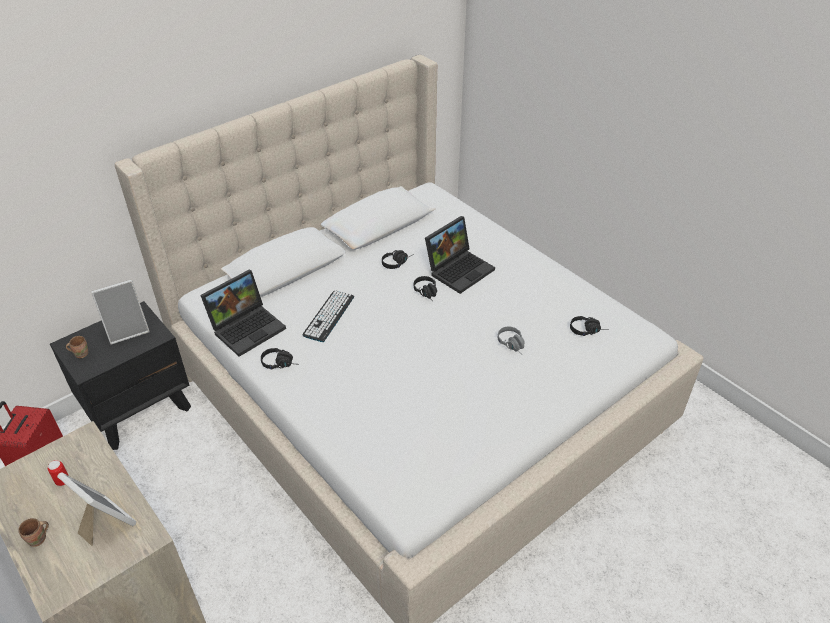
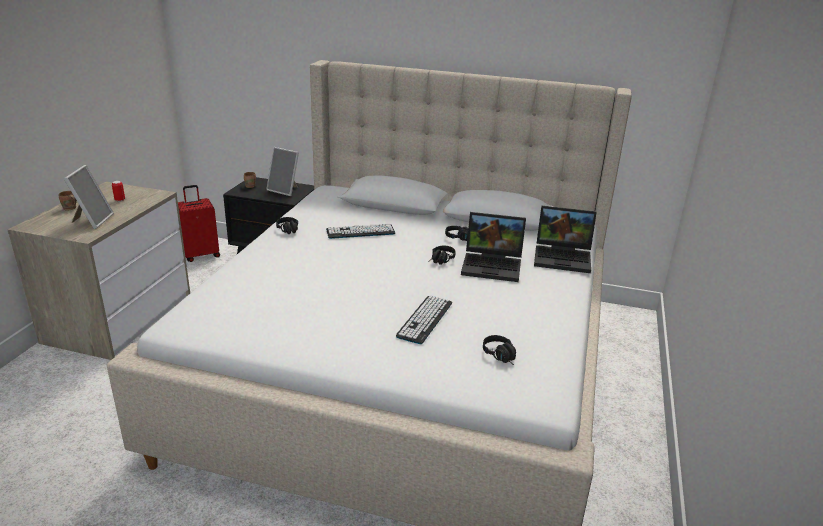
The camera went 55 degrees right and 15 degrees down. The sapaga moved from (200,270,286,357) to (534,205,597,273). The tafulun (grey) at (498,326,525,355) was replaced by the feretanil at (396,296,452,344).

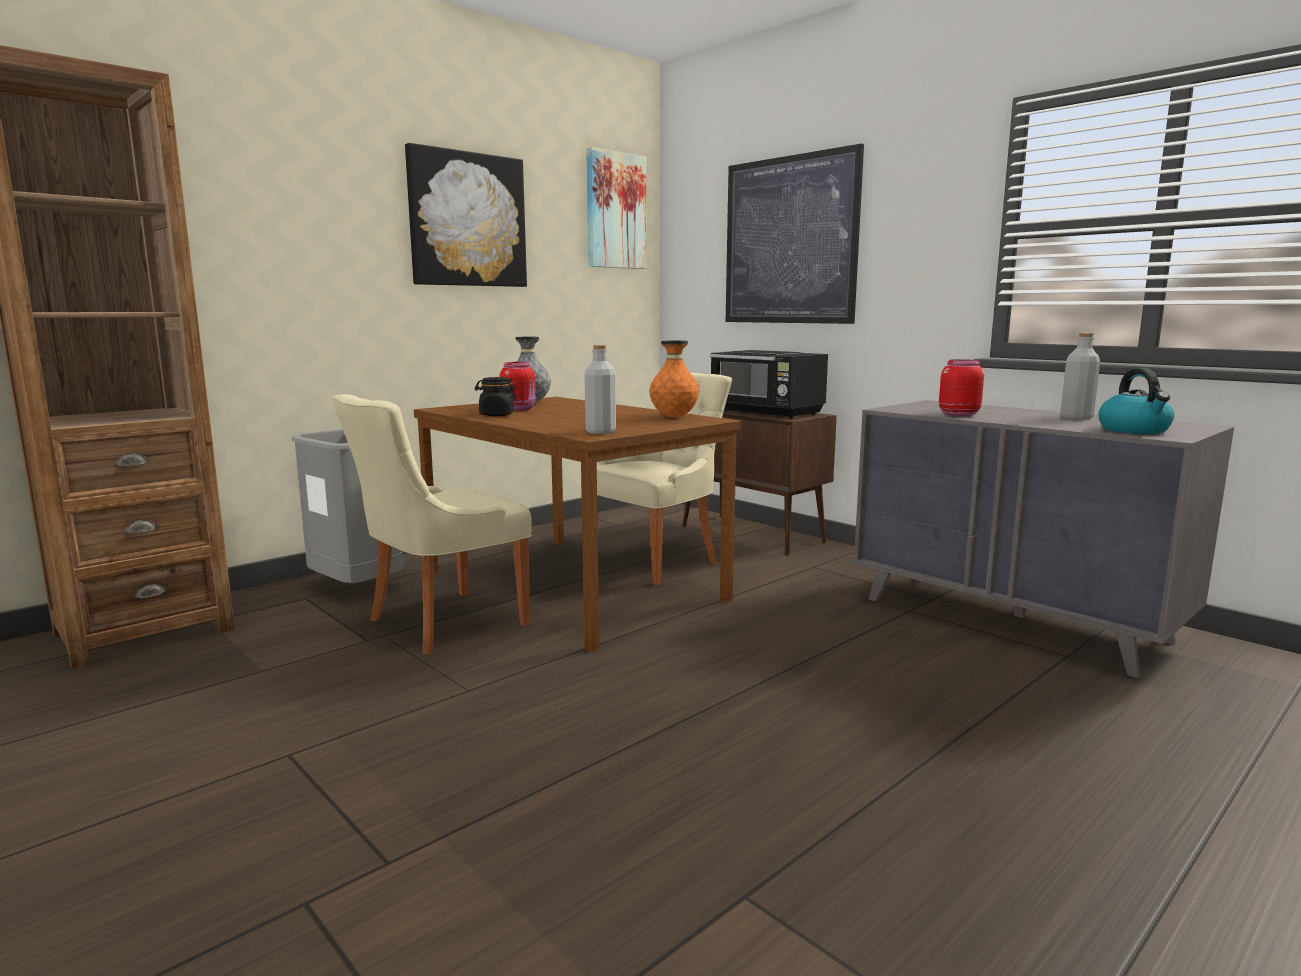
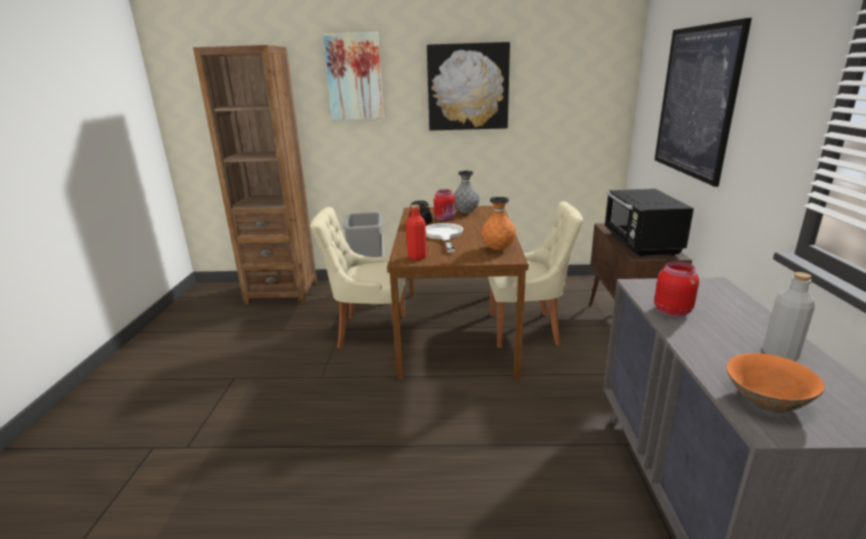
The camera went 45 degrees right and 10 degrees up. The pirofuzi moved from (586,147,646,269) to (323,32,384,120). The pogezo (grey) at (584,345,616,434) became the pogezo (red) at (406,205,427,260). The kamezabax at (1098,368,1174,434) was replaced by the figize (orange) at (726,353,825,413). The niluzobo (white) at (426,223,463,252) appeared.

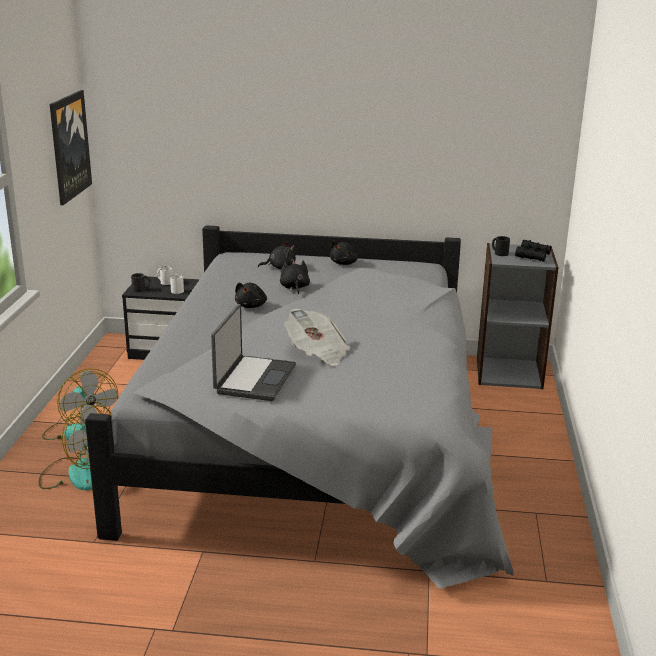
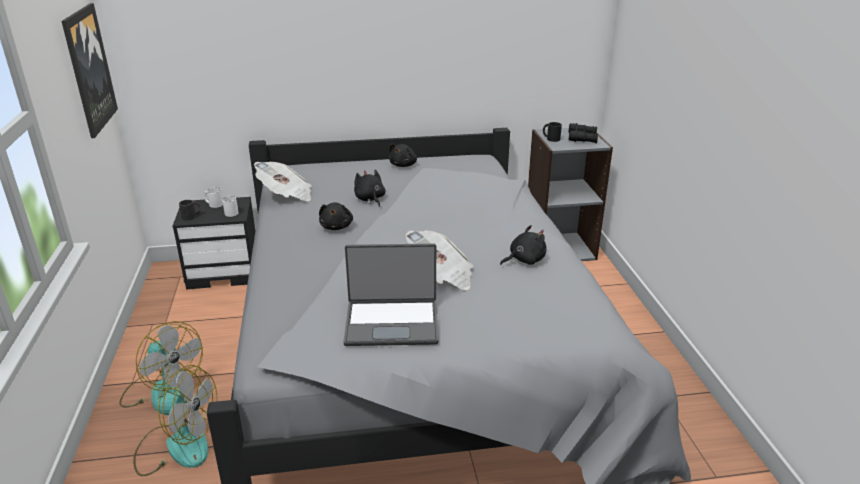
The camera went 15 degrees left and 5 degrees up. The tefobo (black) moved from (258,242,296,269) to (500,225,547,265). The sapaga at (211,304,296,401) turned 90 degrees clockwise. The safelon at (254,162,312,201) appeared.

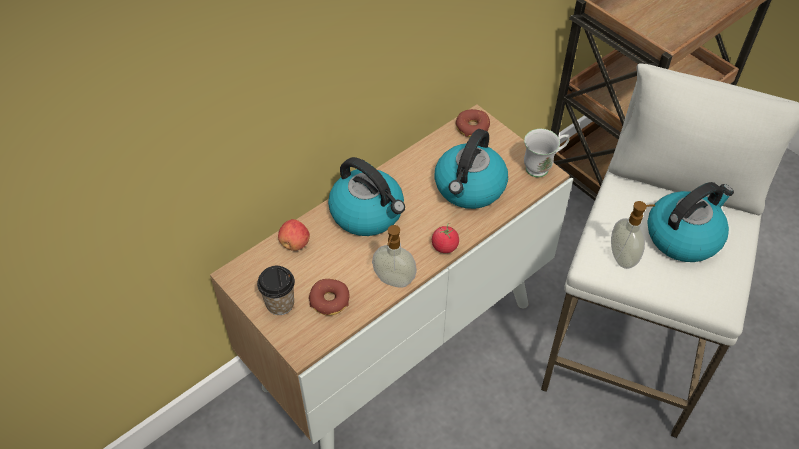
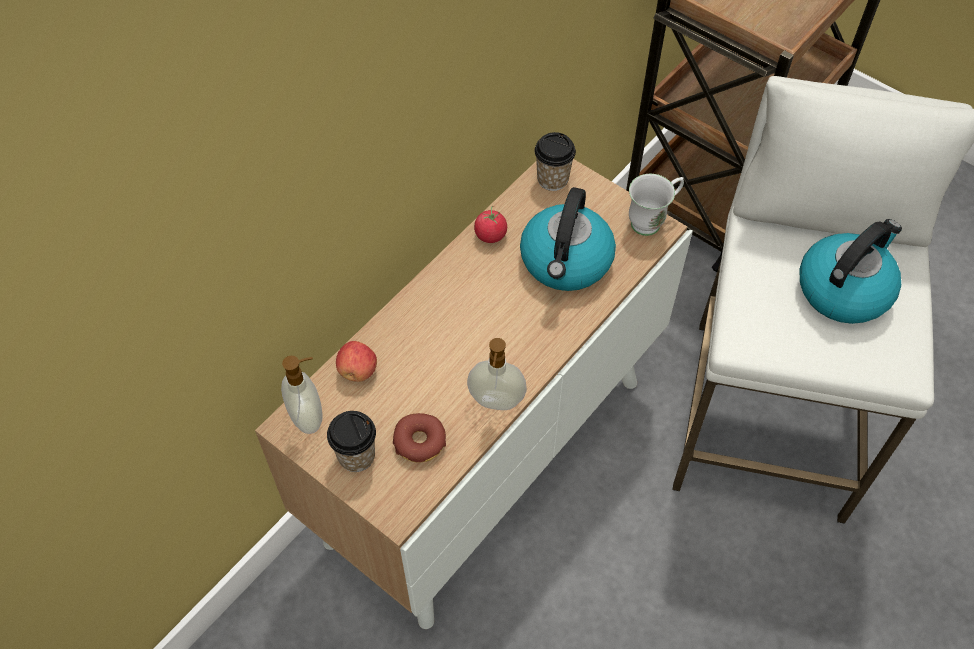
The camera went 10 degrees left and 5 degrees up. The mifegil at (455,109,490,137) was replaced by the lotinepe at (534,132,576,191). The kamezabax at (328,157,405,236) disappeared. The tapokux moved from (611,201,655,269) to (281,356,323,434). The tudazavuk moved from (432,223,459,253) to (474,206,507,243).

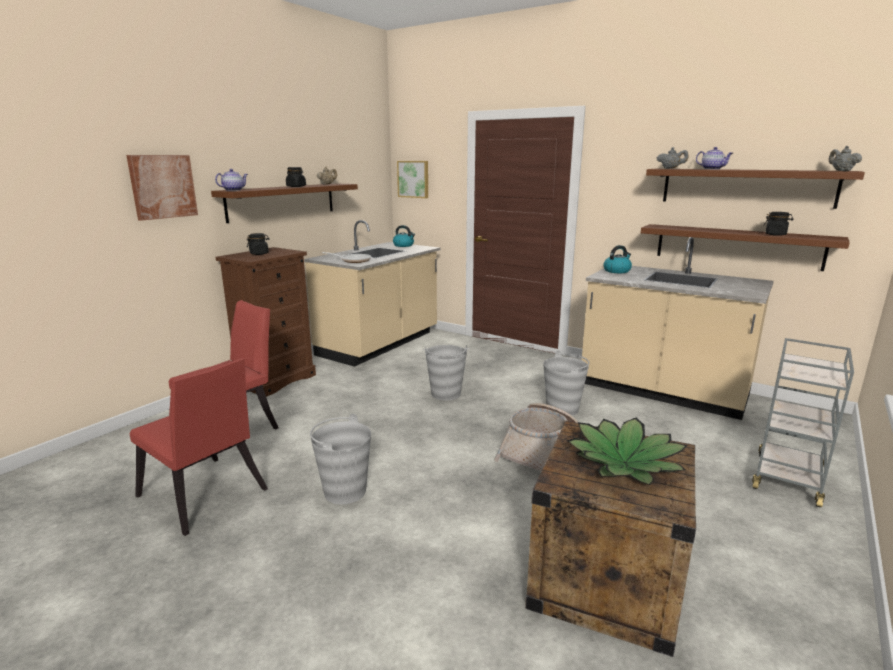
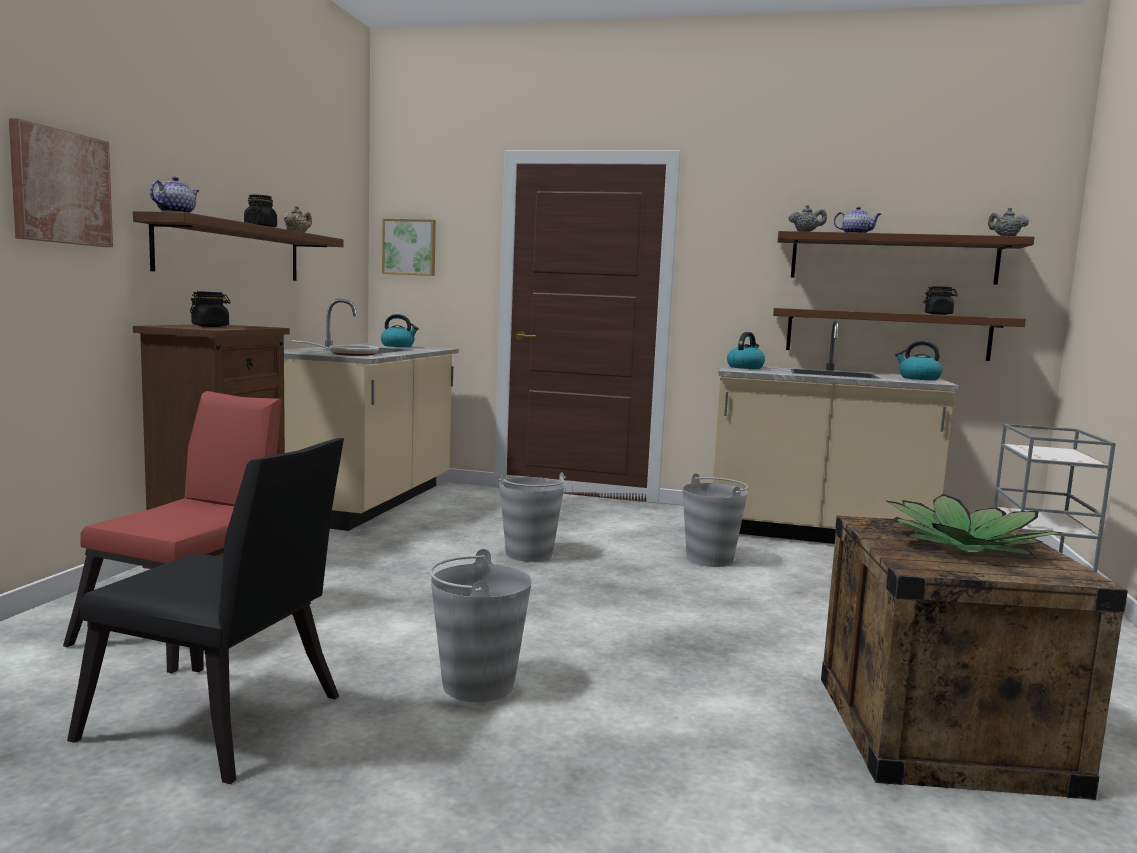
The camera went 20 degrees left and 10 degrees down. The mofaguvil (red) at (130,358,268,536) became the mofaguvil (black) at (67,438,344,784). The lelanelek at (494,403,578,471) disappeared. The kamezabax at (895,341,943,380) appeared.

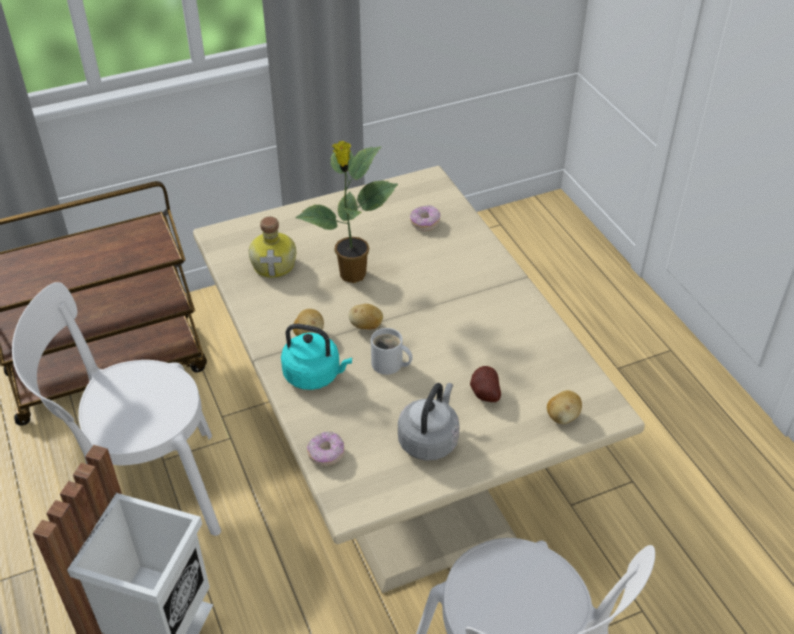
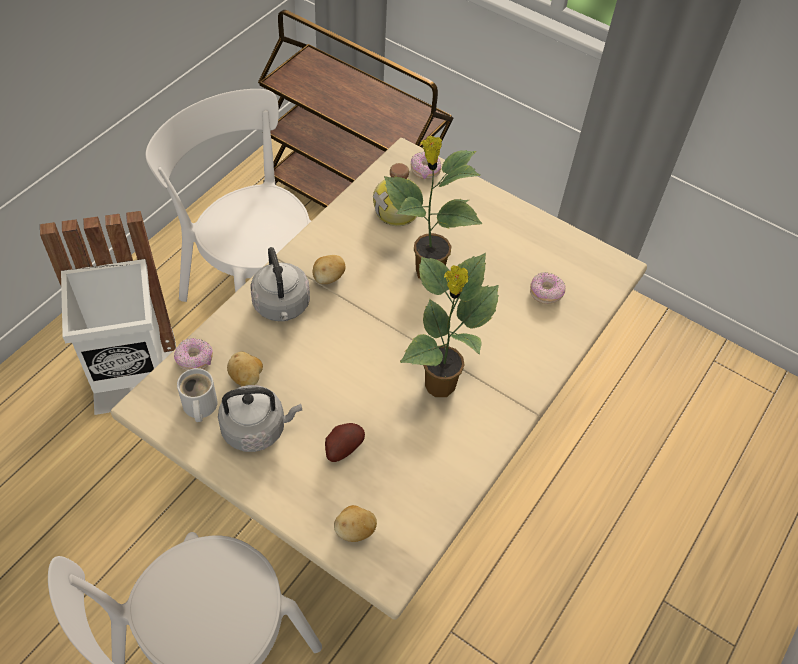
The camera went 55 degrees right and 10 degrees up. The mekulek moved from (349,304,383,330) to (227,351,263,386). The kamezabax (turquoise) at (281,324,352,390) became the kamezabax (grey) at (250,247,310,321). The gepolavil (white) moved from (371,328,413,375) to (177,368,218,422). The mifegil at (411,152,441,179) appeared. The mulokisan at (400,253,499,397) appeared.

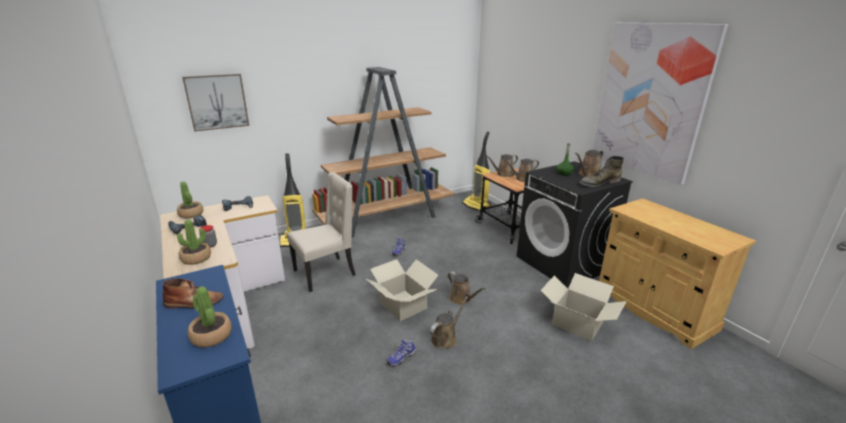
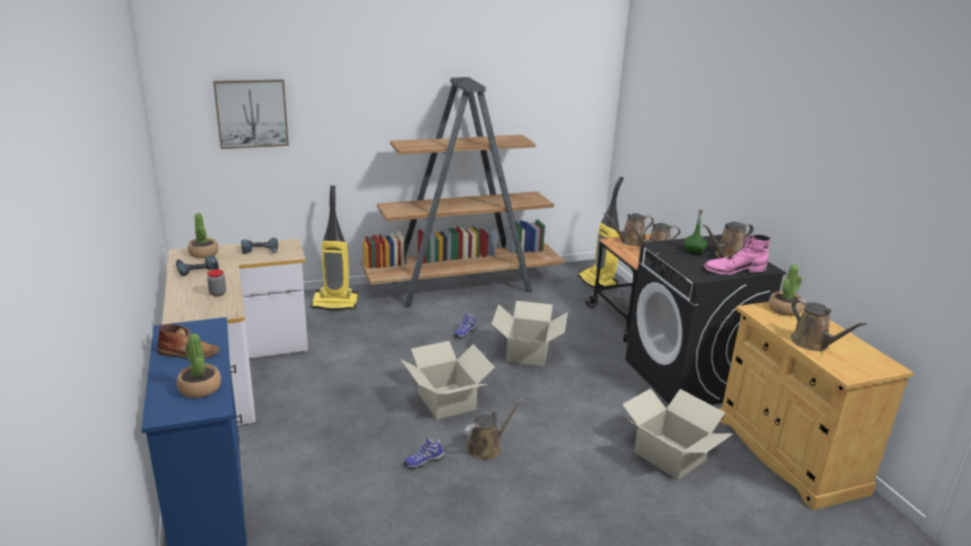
The camera went 10 degrees right and 0 degrees up. The pirofuzi at (593,23,728,185) disappeared. The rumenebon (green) at (580,156,624,187) became the rumenebon (pink) at (704,234,770,275). The mofaguvil (beige) at (288,172,355,292) disappeared. The mulokisan moved from (177,219,211,265) to (769,264,804,316). The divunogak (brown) moved from (448,271,486,305) to (790,299,867,351). The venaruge at (492,301,568,366) appeared.

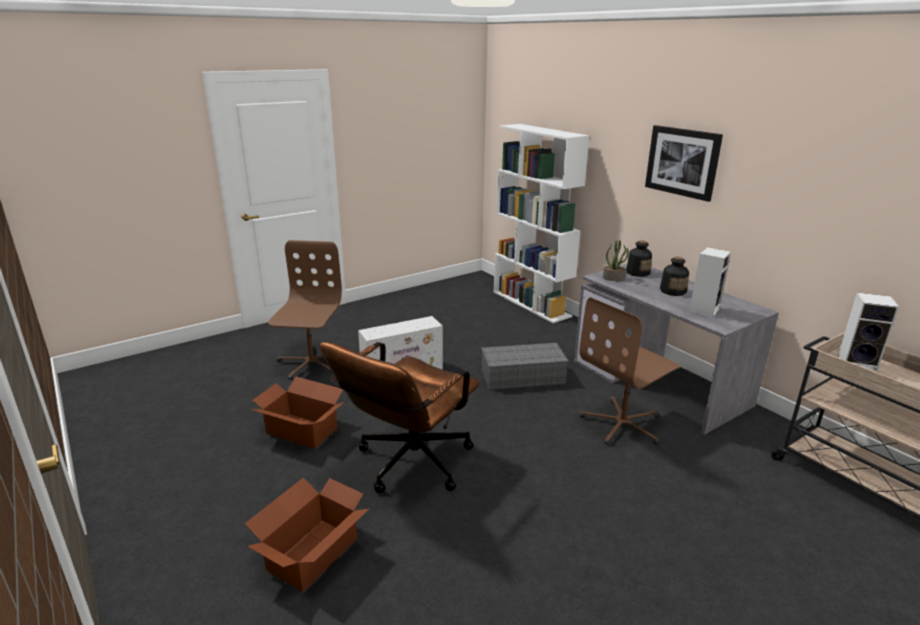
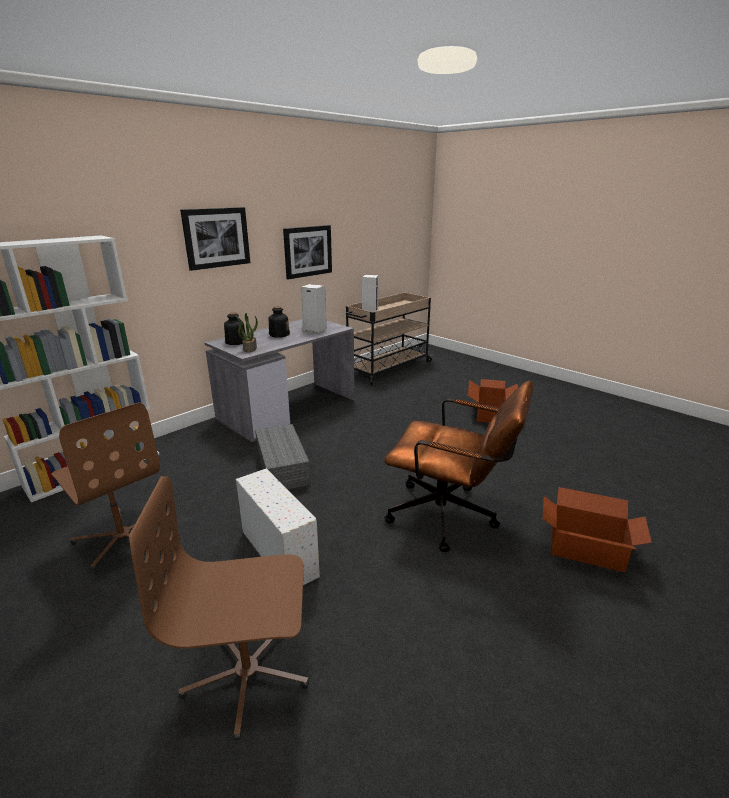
The camera went 100 degrees left and 0 degrees up. The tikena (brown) moved from (579,297,681,445) to (51,402,160,571). The venaruge moved from (250,377,344,449) to (468,379,518,423). The pirofuzi at (283,225,332,279) appeared.

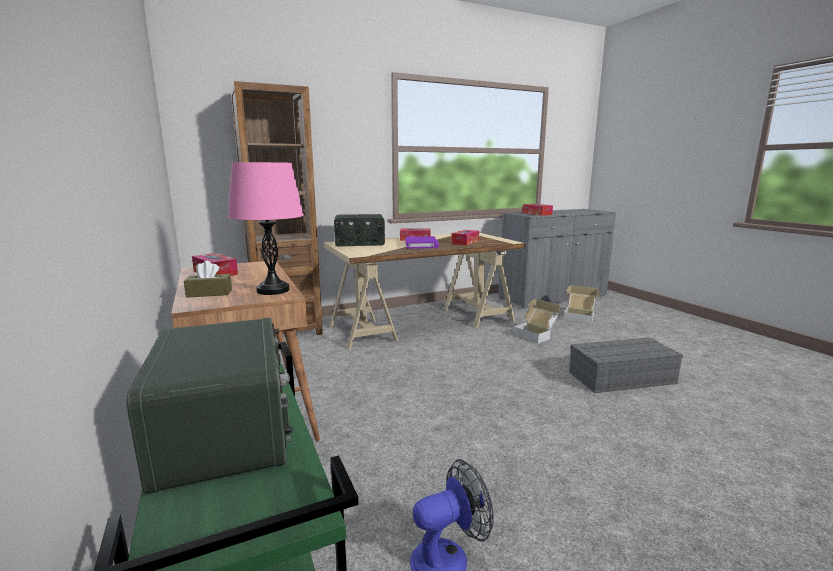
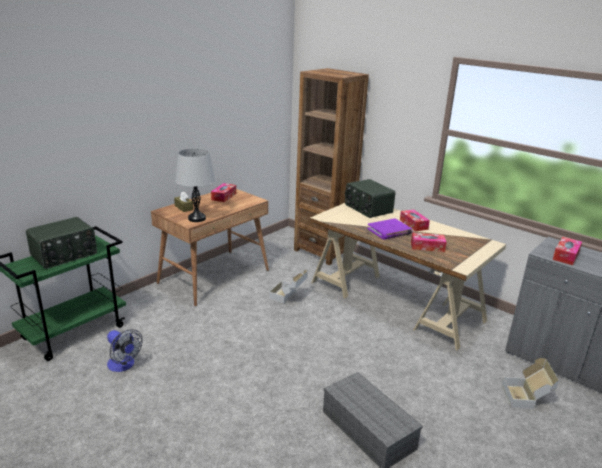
The camera went 65 degrees right and 10 degrees up. The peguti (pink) at (228,162,304,295) became the peguti (grey) at (175,148,215,222). The venaruge moved from (514,299,560,344) to (269,270,308,303).

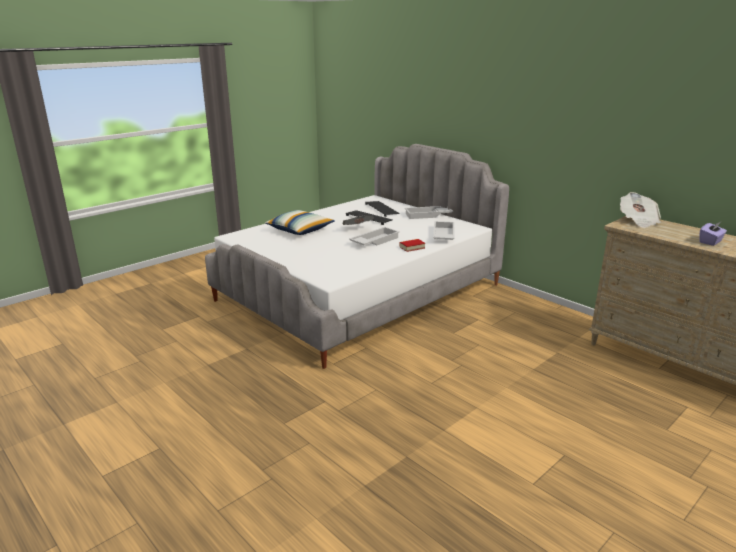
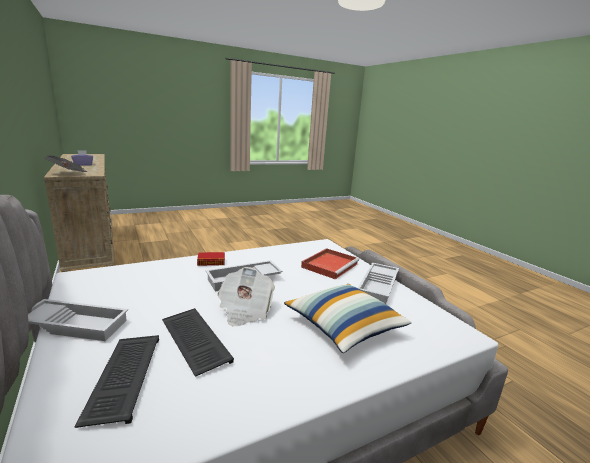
The camera went 165 degrees left and 5 degrees down. The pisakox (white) moved from (433,221,455,240) to (358,262,399,304). The pisakox (red) at (301,248,359,279) appeared.

